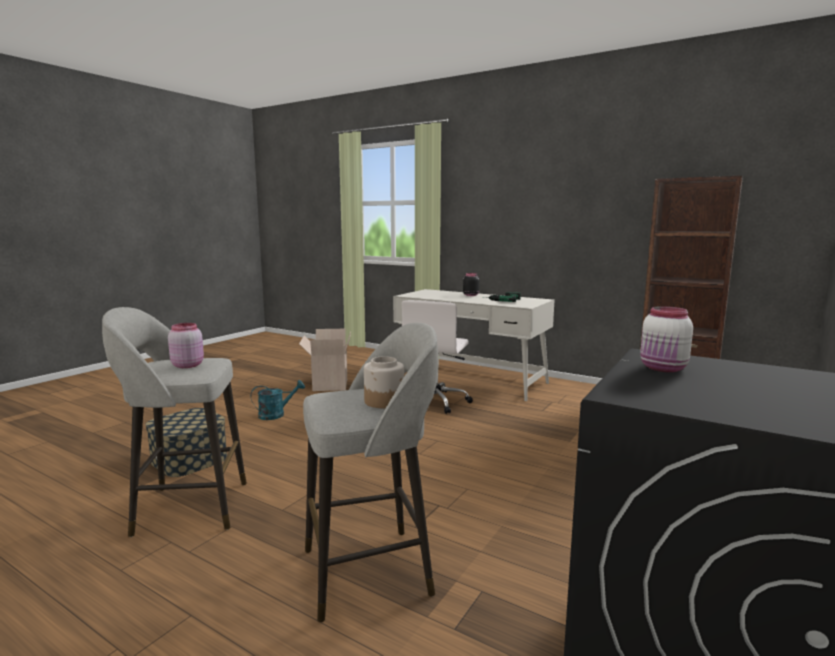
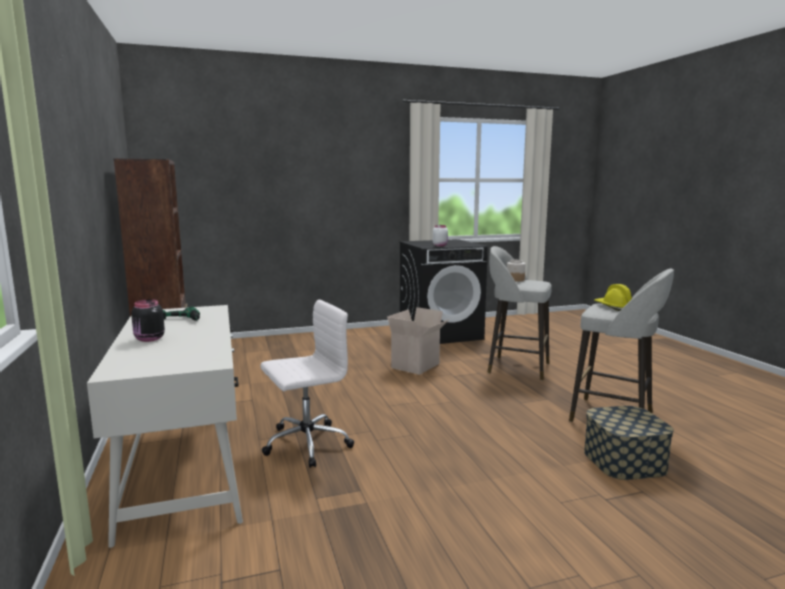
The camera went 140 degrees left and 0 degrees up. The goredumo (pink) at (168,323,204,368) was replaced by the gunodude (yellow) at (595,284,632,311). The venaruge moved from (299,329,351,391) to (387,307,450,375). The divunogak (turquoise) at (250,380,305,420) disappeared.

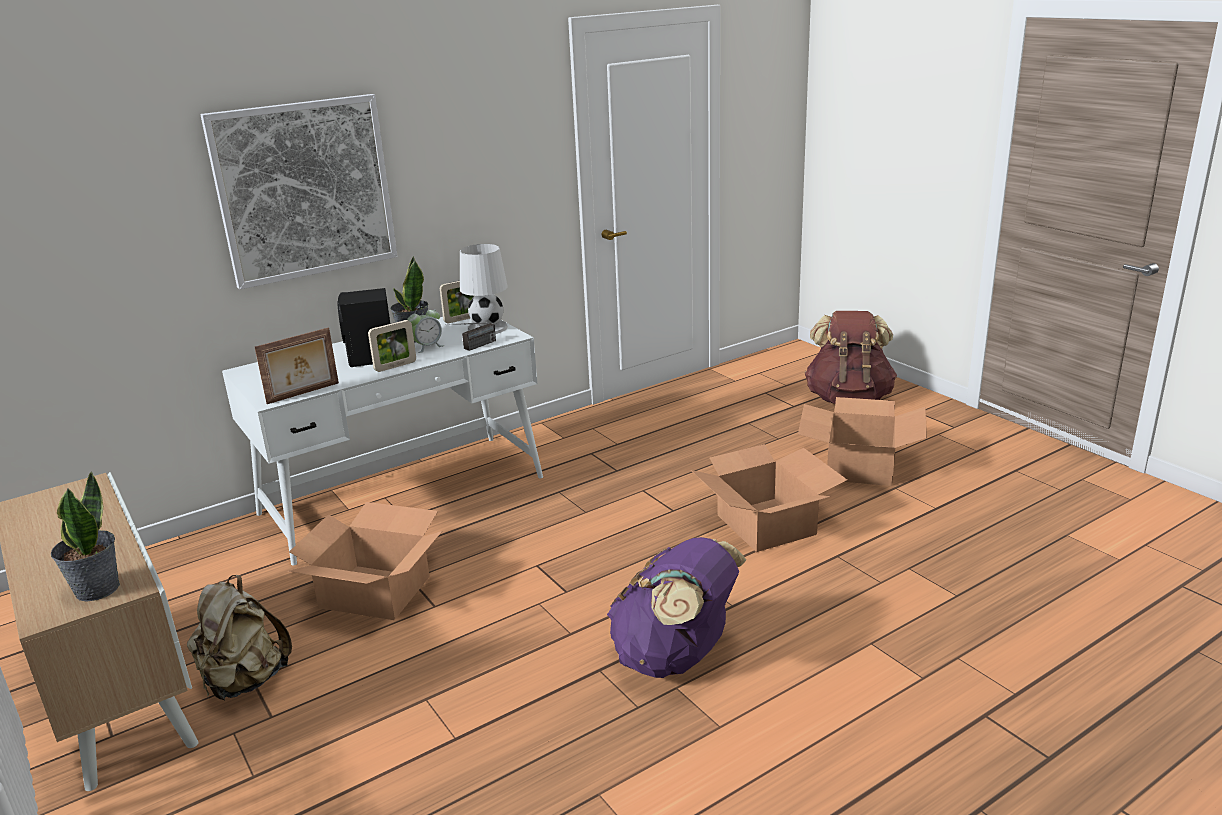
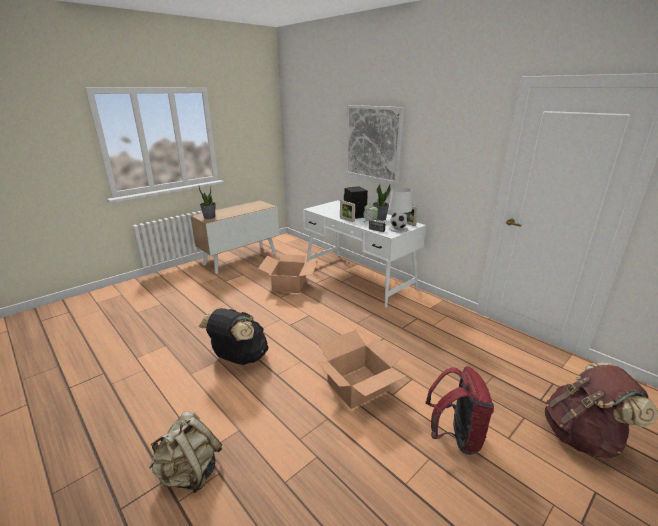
The camera went 80 degrees right and 0 degrees up. The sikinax at (255,327,339,404) disappeared. The venaruge at (798,397,927,486) was replaced by the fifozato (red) at (426,366,494,455). The fifozato (purple) at (607,537,746,678) became the fifozato (black) at (198,308,269,365). The fifozato (beige) moved from (187,575,292,700) to (149,411,222,493).

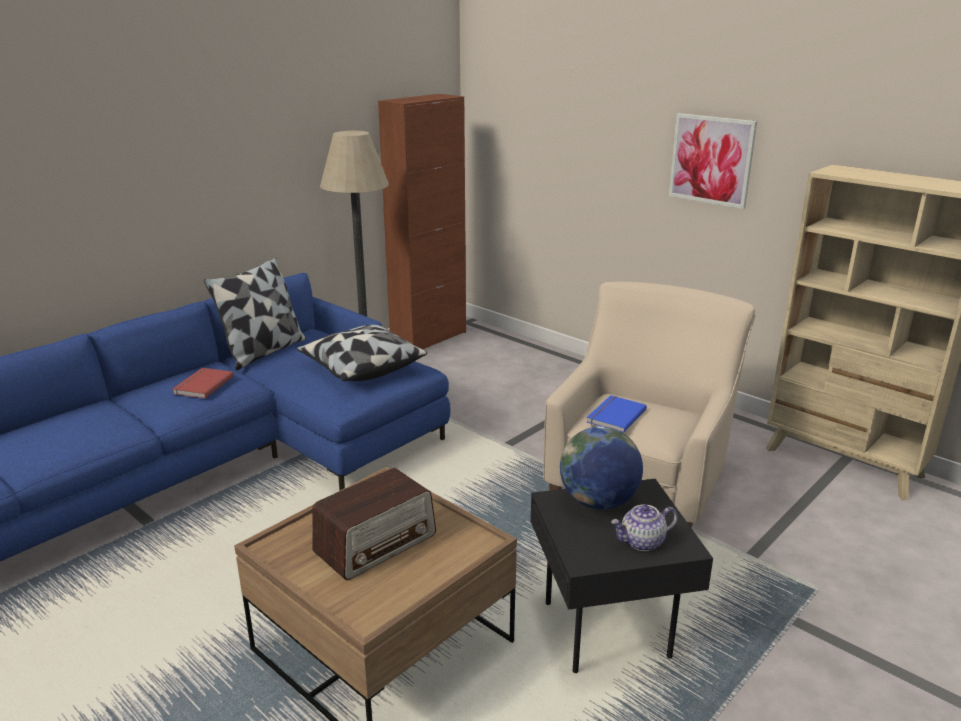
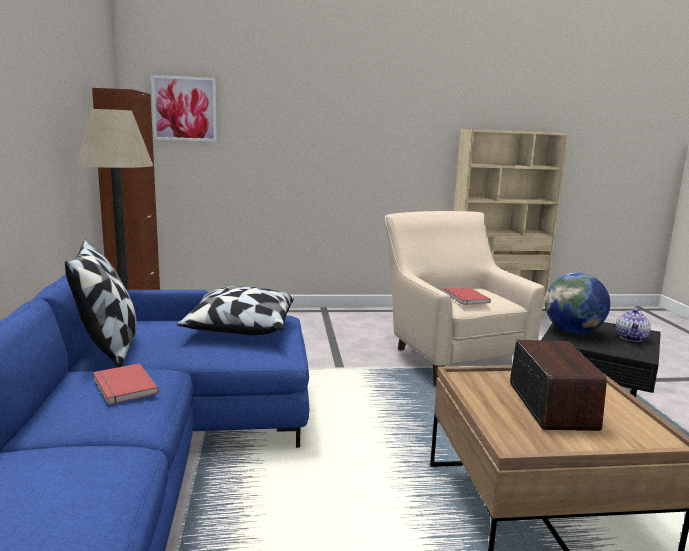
The camera went 50 degrees left and 10 degrees down. The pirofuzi moved from (669,113,757,209) to (151,75,217,142). The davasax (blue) at (587,395,647,433) became the davasax (red) at (443,287,491,305).

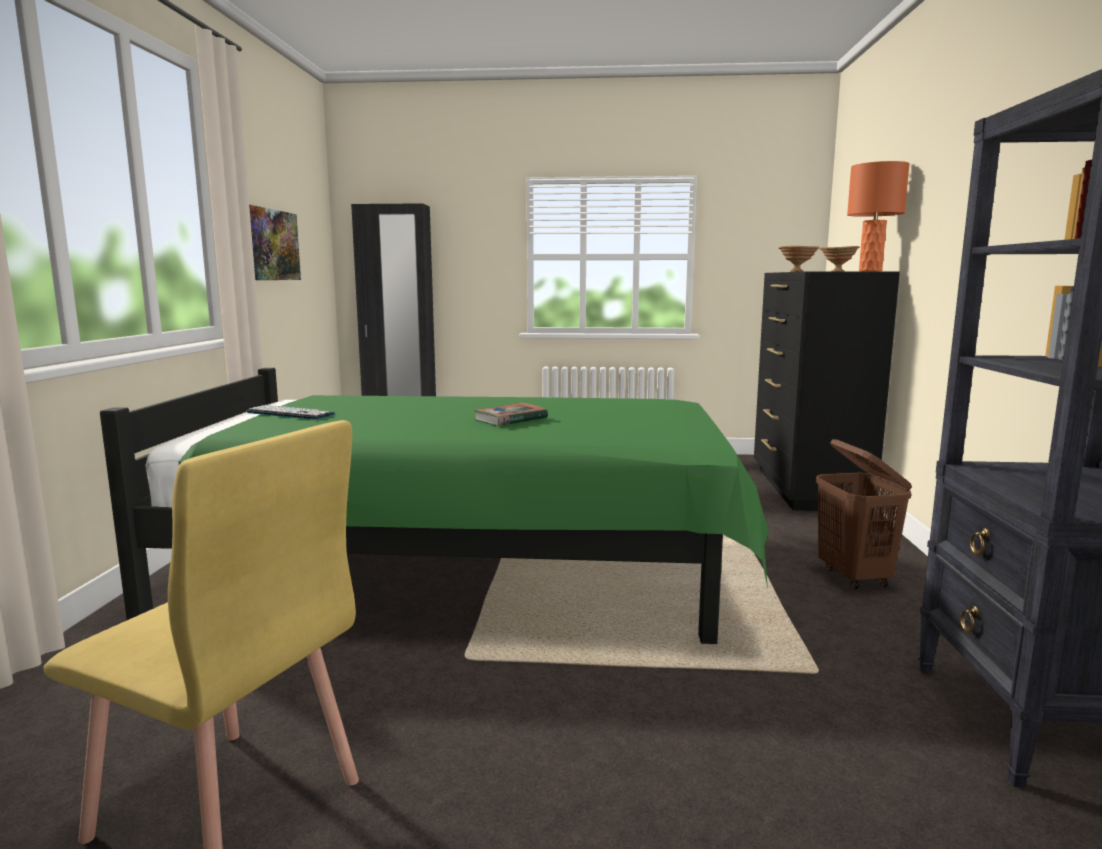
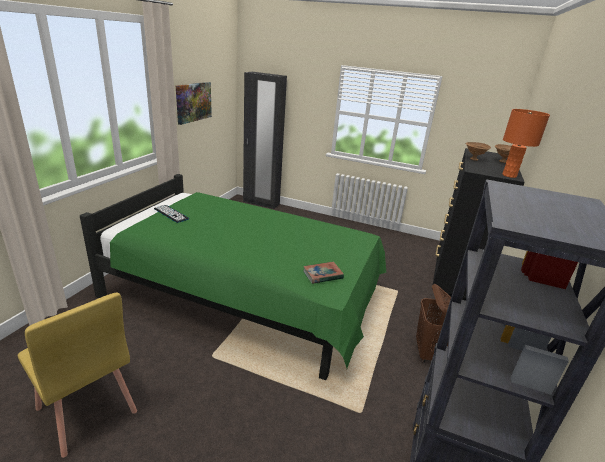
The camera went 15 degrees right and 15 degrees up. The davasax moved from (474,403,548,426) to (303,262,344,284).

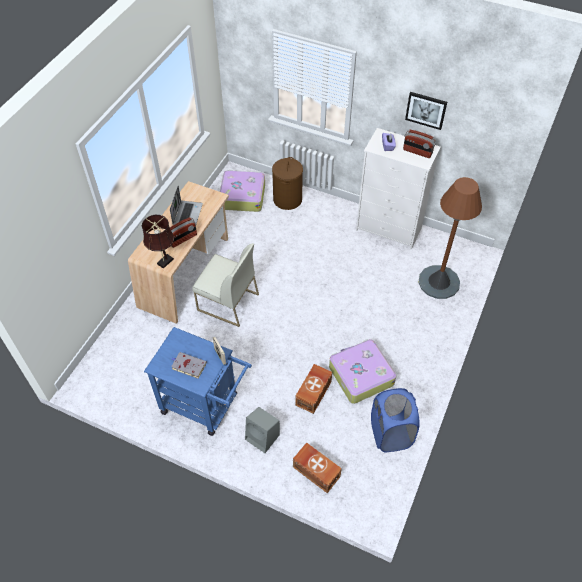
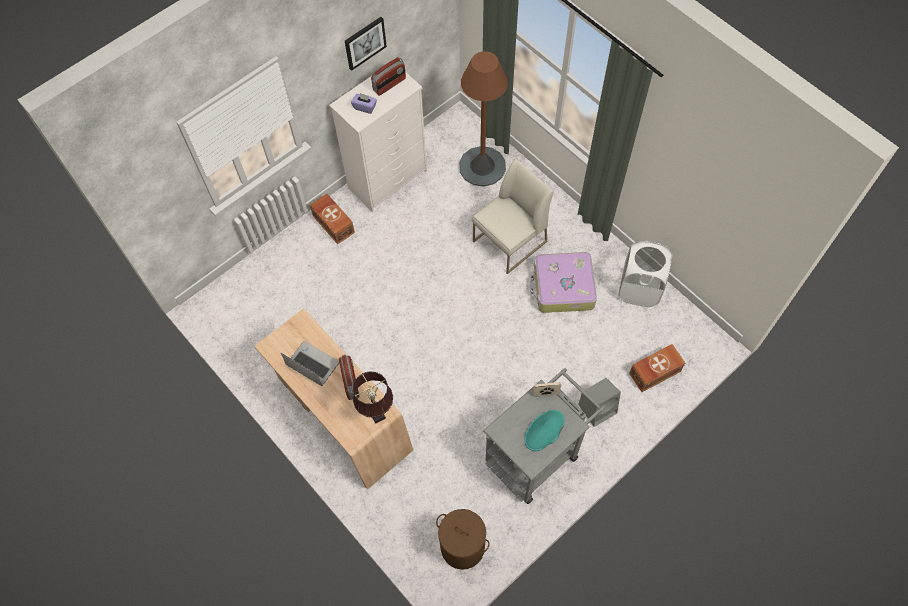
The camera went 65 degrees left and 10 degrees up. The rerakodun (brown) moved from (272,157,303,210) to (436,509,490,570). The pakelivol at (220,170,265,212) disappeared. The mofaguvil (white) moved from (192,243,259,327) to (472,158,553,274). The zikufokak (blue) at (144,327,252,436) became the zikufokak (grey) at (483,368,605,504). The davasax (grey) at (171,352,207,379) was replaced by the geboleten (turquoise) at (524,410,565,451). The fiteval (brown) moved from (295,364,332,414) to (310,194,355,244). The rerakodun (blue) at (371,388,419,452) became the rerakodun (white) at (618,241,673,307).

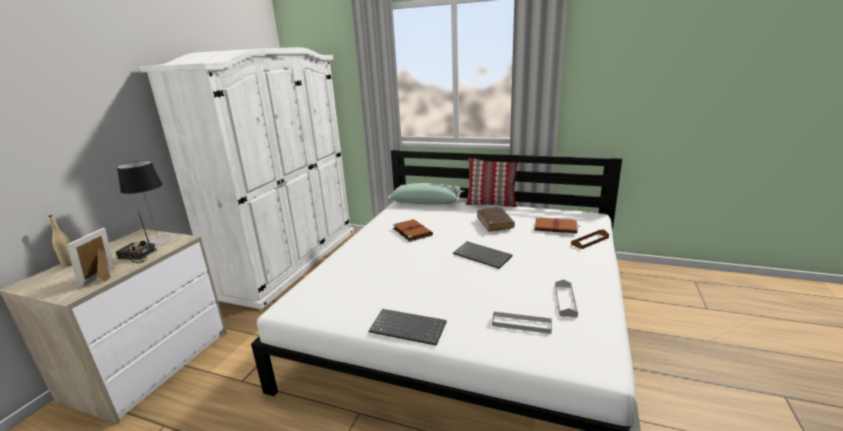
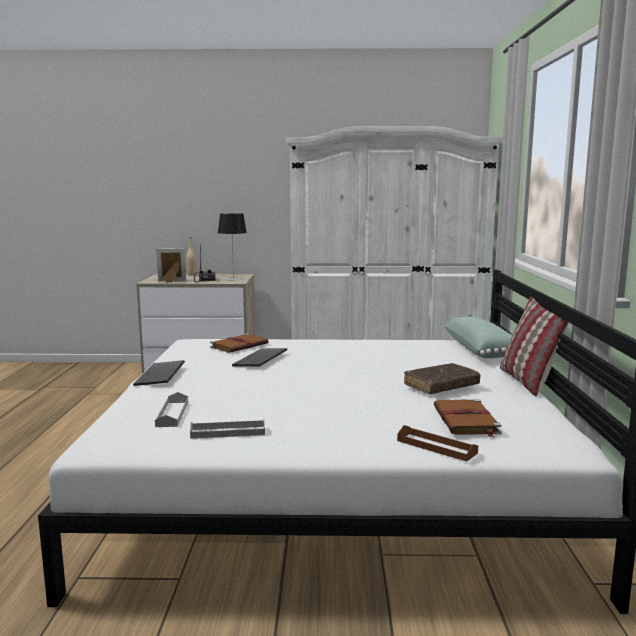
The camera went 70 degrees right and 10 degrees down. The davasax (brown) moved from (393,219,433,242) to (210,333,269,353). The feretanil moved from (453,241,513,269) to (232,348,287,366).

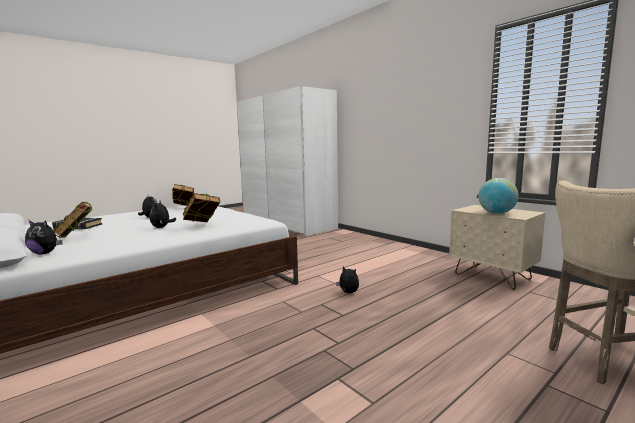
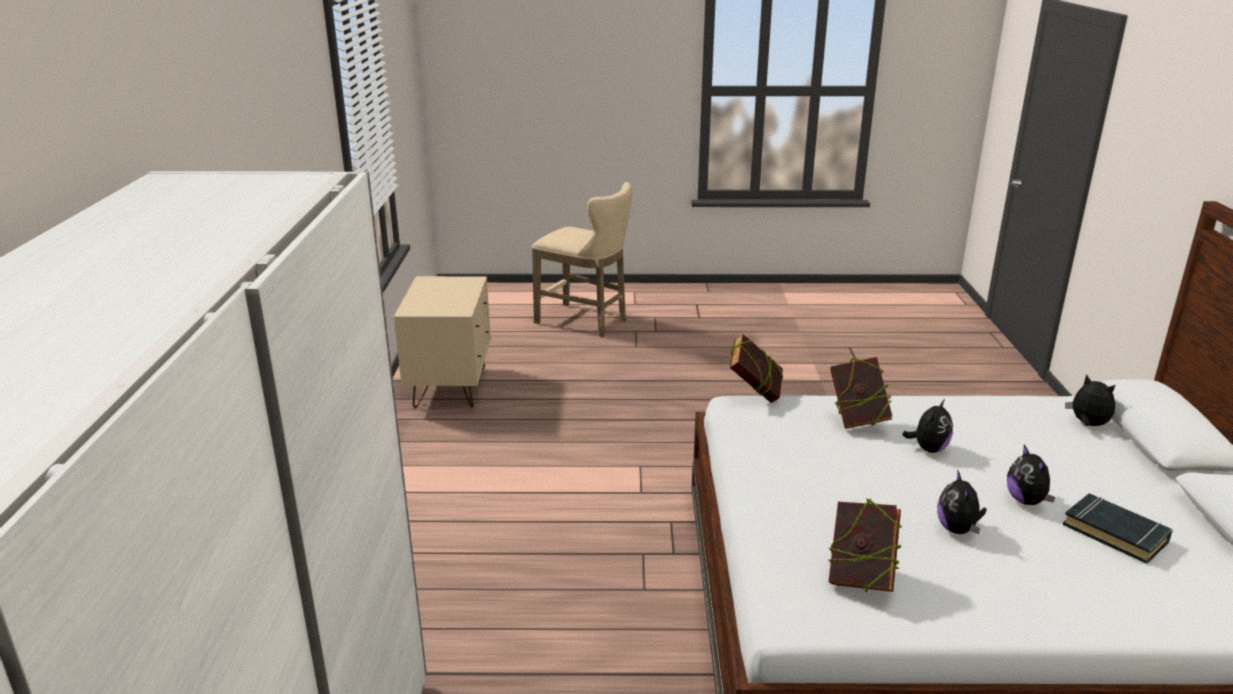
The camera went 140 degrees left and 15 degrees up. The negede at (478,178,519,214) disappeared. The davasax moved from (53,201,93,238) to (730,334,784,403). The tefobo moved from (336,266,359,293) to (1007,445,1056,505).

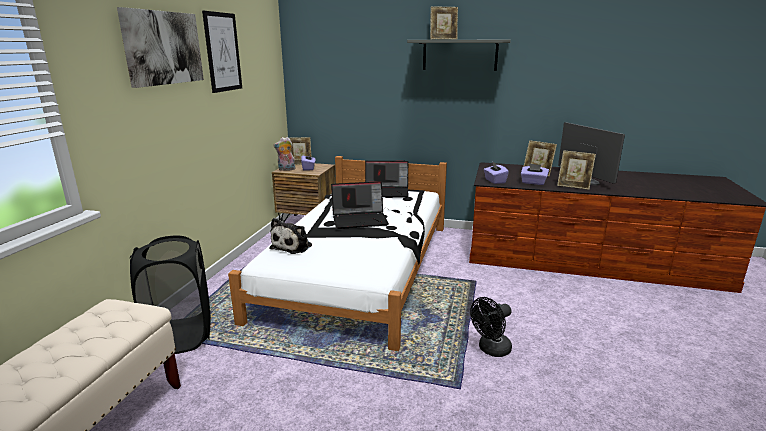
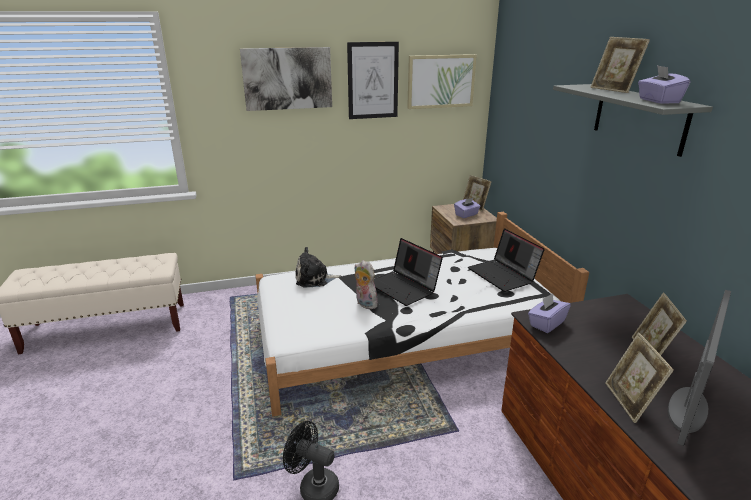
The camera went 60 degrees right and 5 degrees up. The tefobo moved from (273,137,295,171) to (354,260,378,309). The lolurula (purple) moved from (521,164,549,185) to (638,65,690,104). The rerakodun (black) at (130,236,211,354) disappeared. The pirofuzi at (407,54,477,109) appeared.

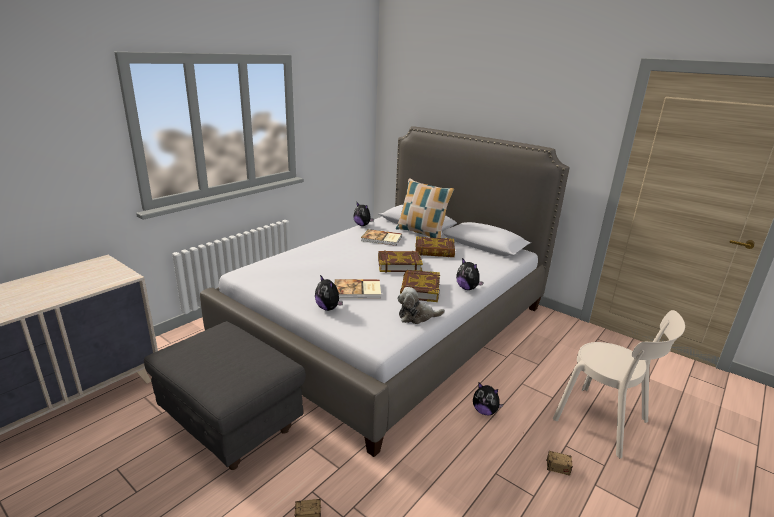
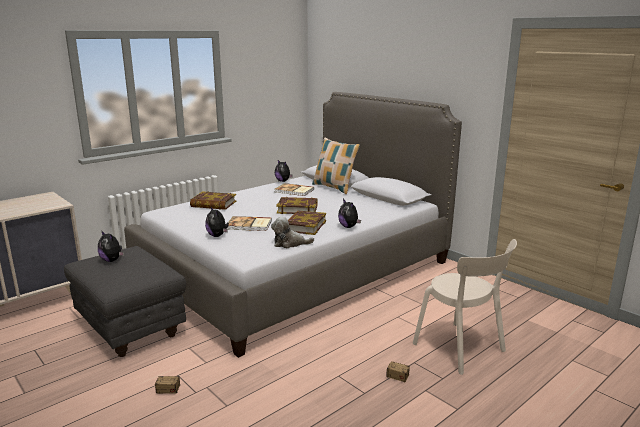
The camera went 10 degrees right and 5 degrees down. The davasax moved from (415,236,455,257) to (190,191,236,210). The tefobo moved from (473,383,503,415) to (98,230,124,262).

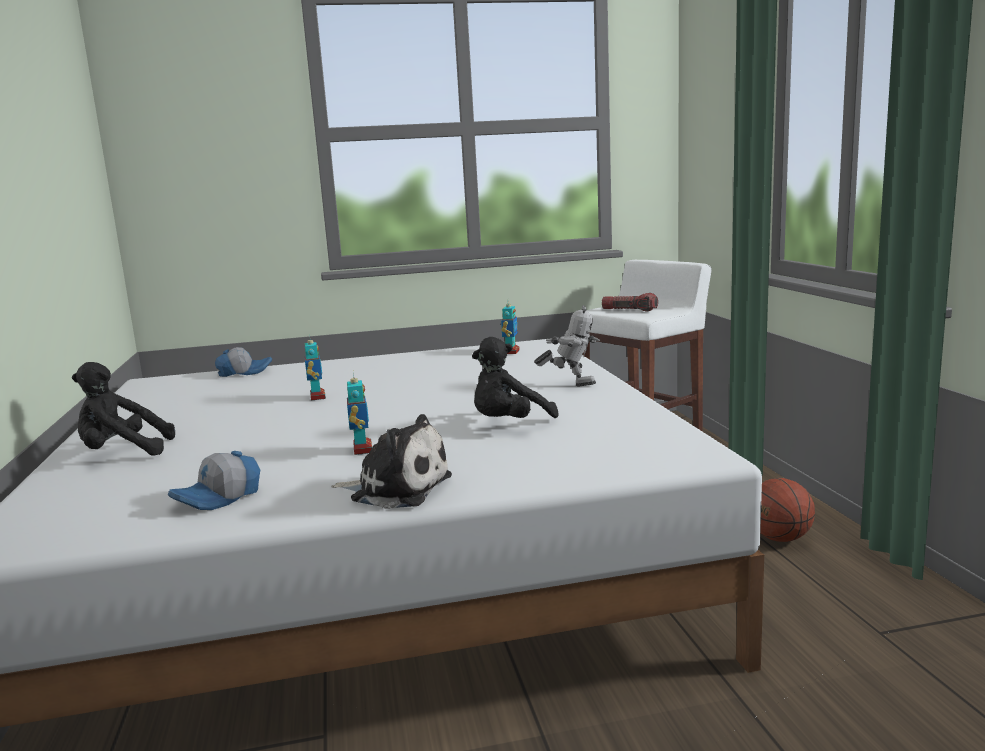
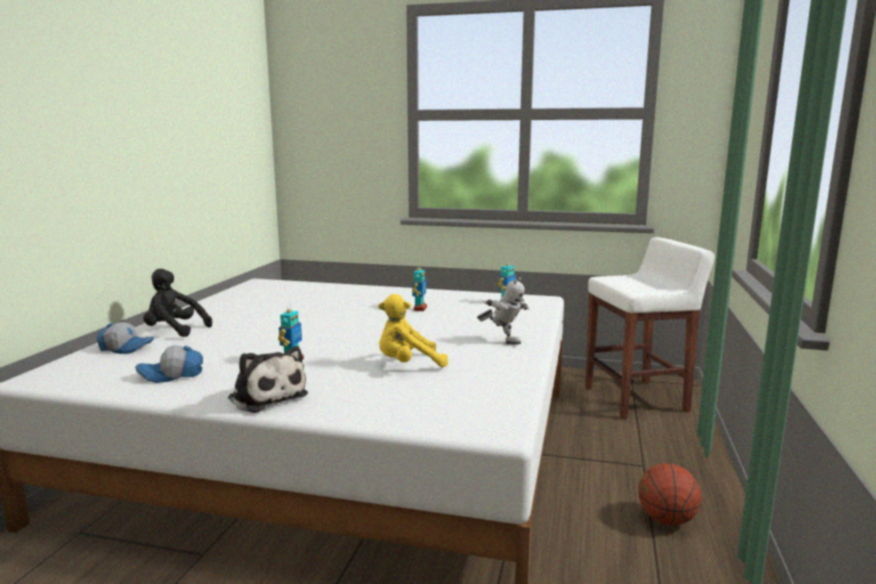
The camera went 25 degrees right and 0 degrees up. The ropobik at (602,293,658,312) disappeared. The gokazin moved from (305,333,326,400) to (412,264,427,311). The tefobo (black) at (472,337,558,418) became the tefobo (yellow) at (378,294,448,368). The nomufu moved from (215,347,272,377) to (97,322,154,354).

